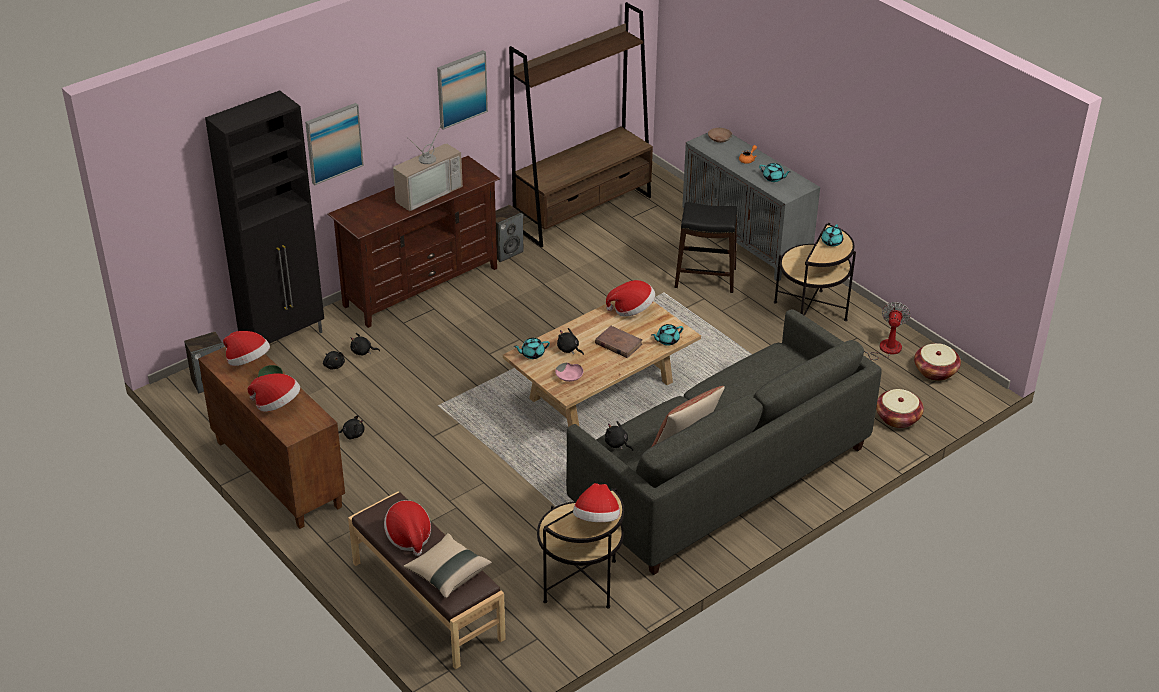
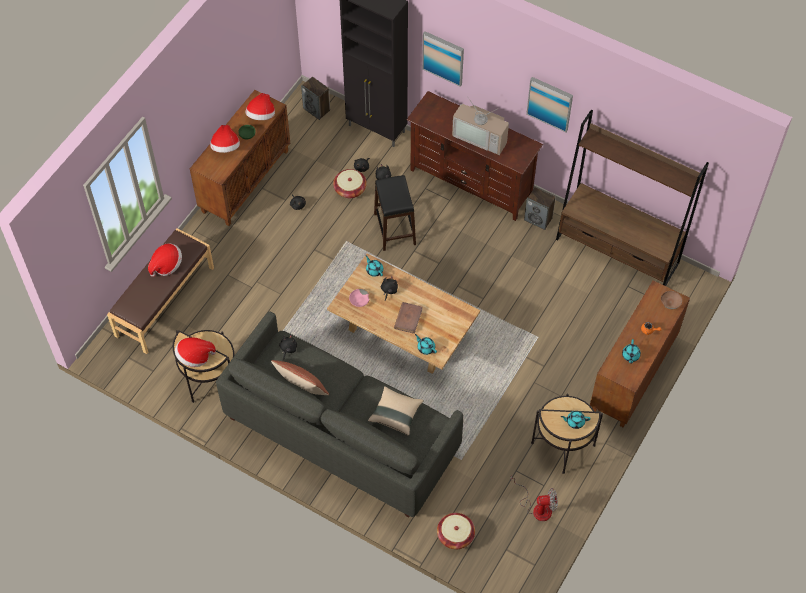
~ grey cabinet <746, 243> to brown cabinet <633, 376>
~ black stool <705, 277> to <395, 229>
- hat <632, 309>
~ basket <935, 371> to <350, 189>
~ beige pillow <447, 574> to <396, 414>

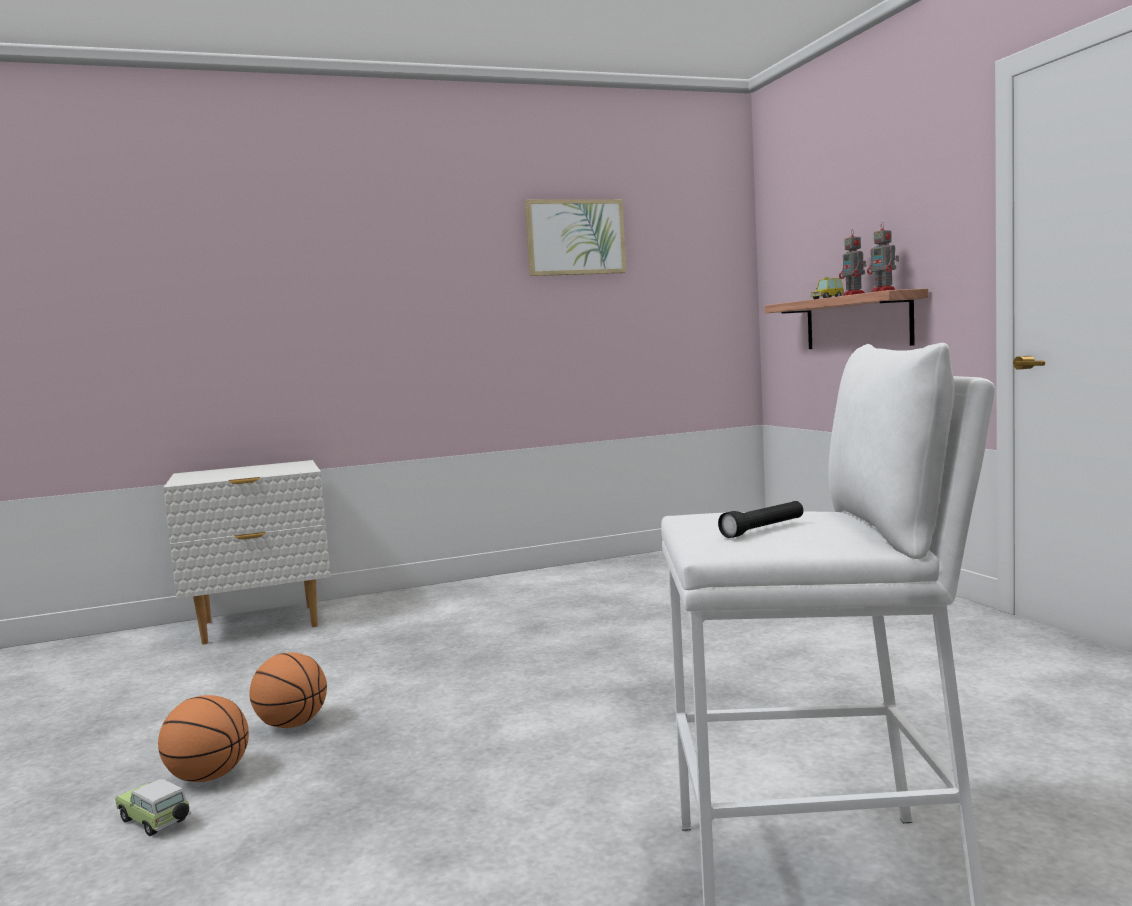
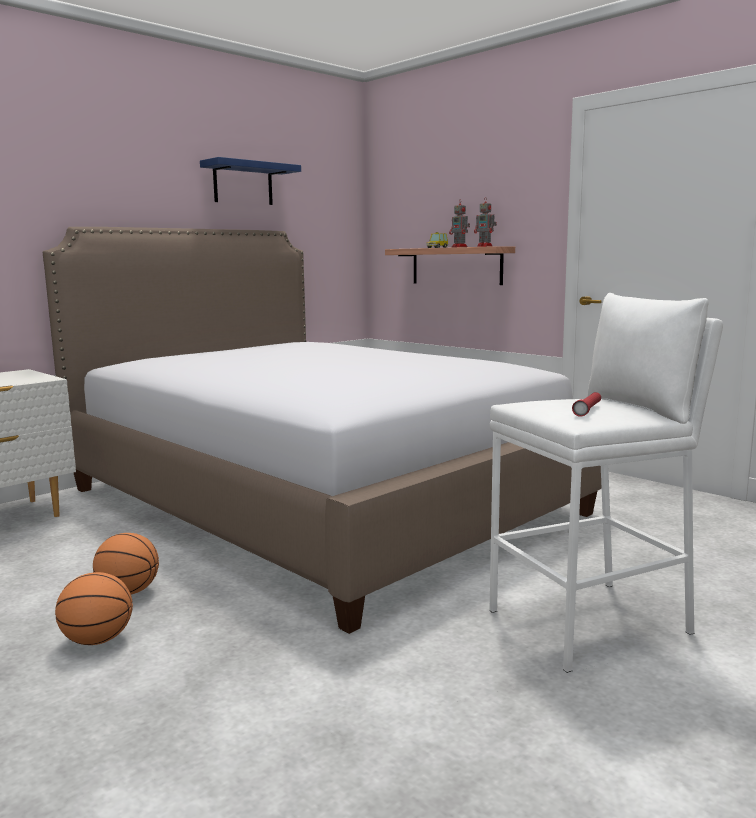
~ picture <575, 237> to blue shelf <243, 184>
~ black flashlight <763, 529> to red flashlight <587, 410>
- toy car <155, 822>
+ bed <316, 501>

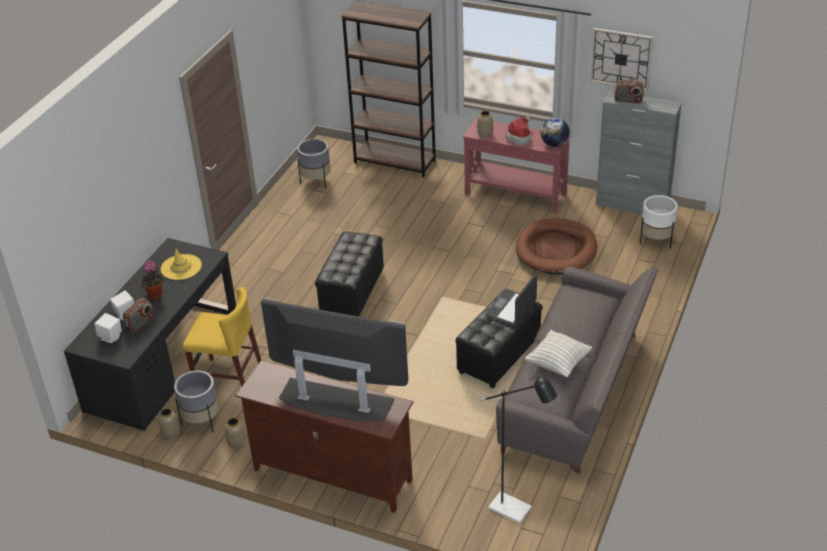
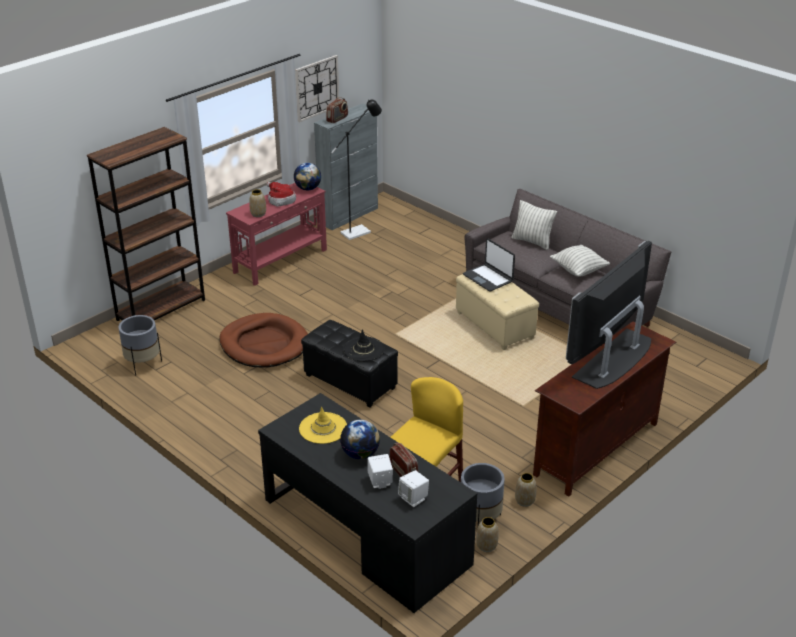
- white planter <656, 241>
~ brown dog bed <556, 250> to <264, 344>
~ potted plant <156, 295> to globe <360, 454>
~ black ottoman <499, 356> to beige ottoman <495, 325>
~ black floor lamp <516, 511> to <360, 231>
+ pillow <532, 241>
+ black hat <363, 349>

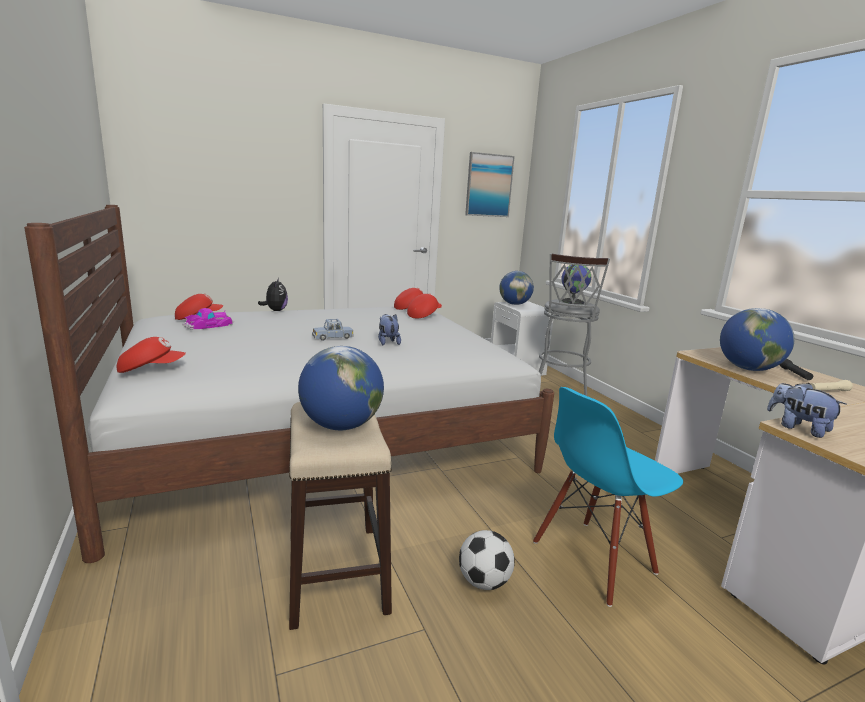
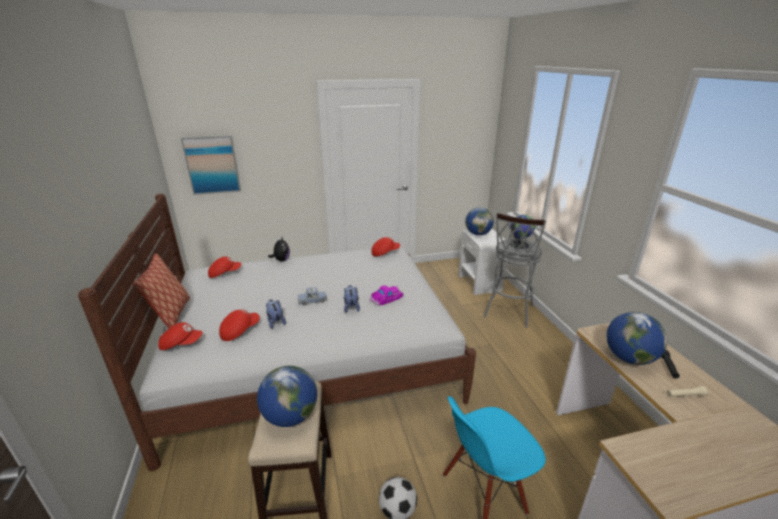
~ picture <488, 185> to <212, 165>
~ red cap <424, 315> to <239, 331>
~ toy car <208, 325> to <386, 298>
~ plush toy <798, 428> to <275, 322>
+ pillow <172, 315>

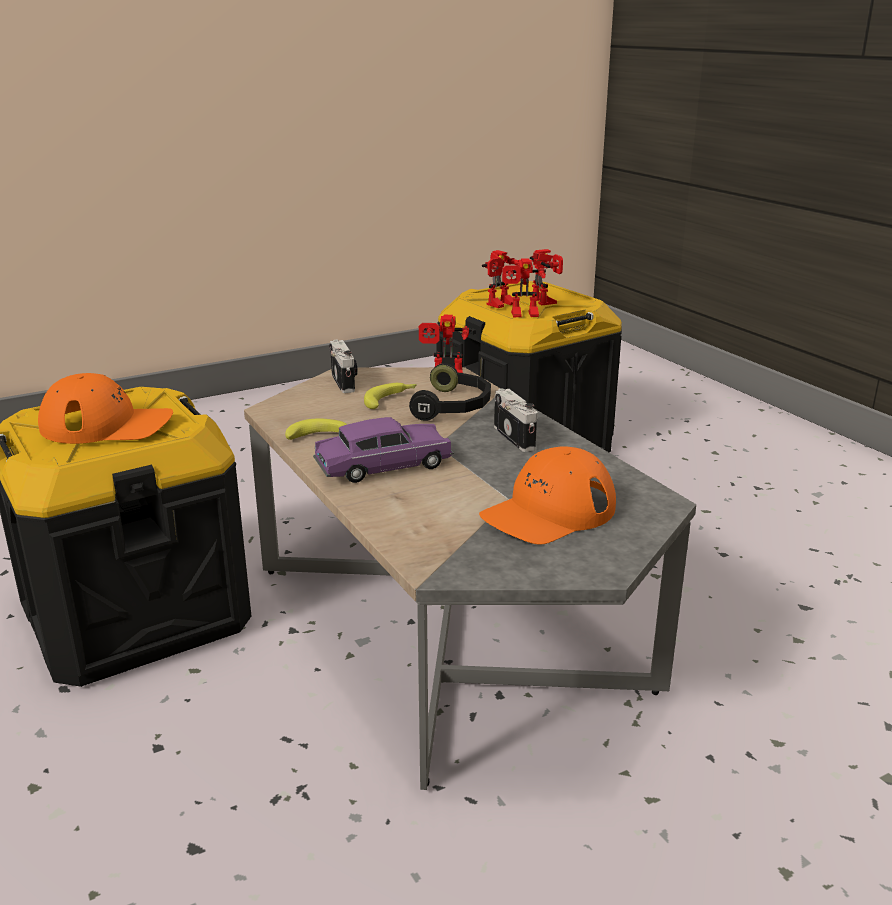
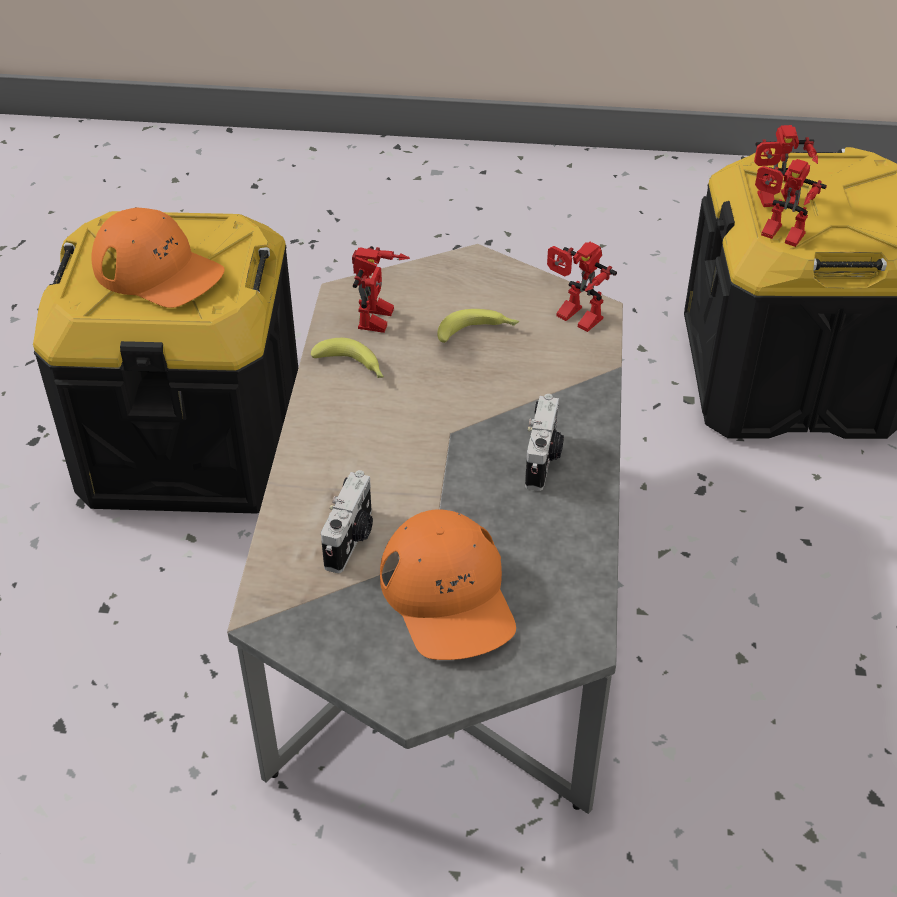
~ toy robot <547, 301> to <380, 321>
~ photo camera <345, 382> to <351, 539>
- black headphones <454, 406>
- purple toy car <384, 467>
~ orange cap <548, 512> = <448, 595> 105 degrees counterclockwise

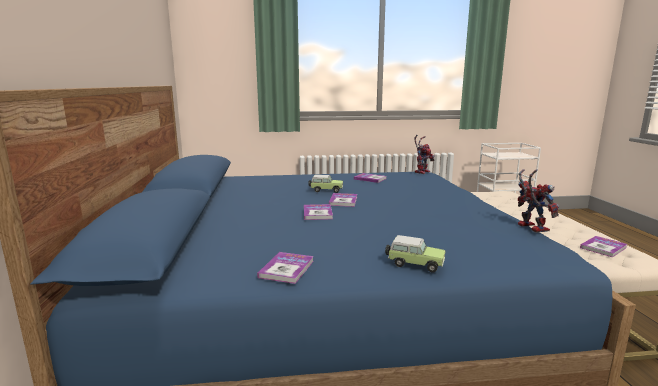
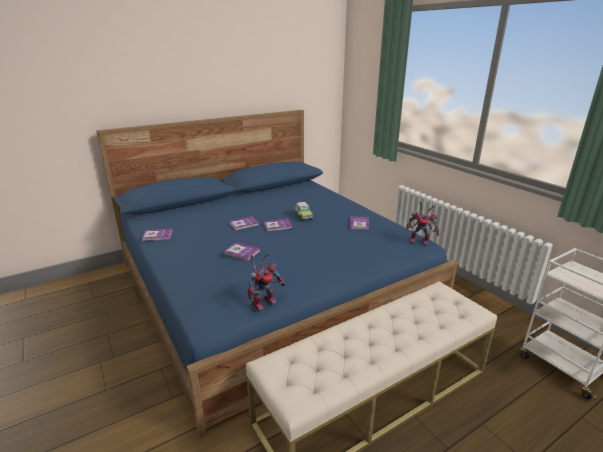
- toy car <414, 264>
~ book <603, 247> to <242, 252>

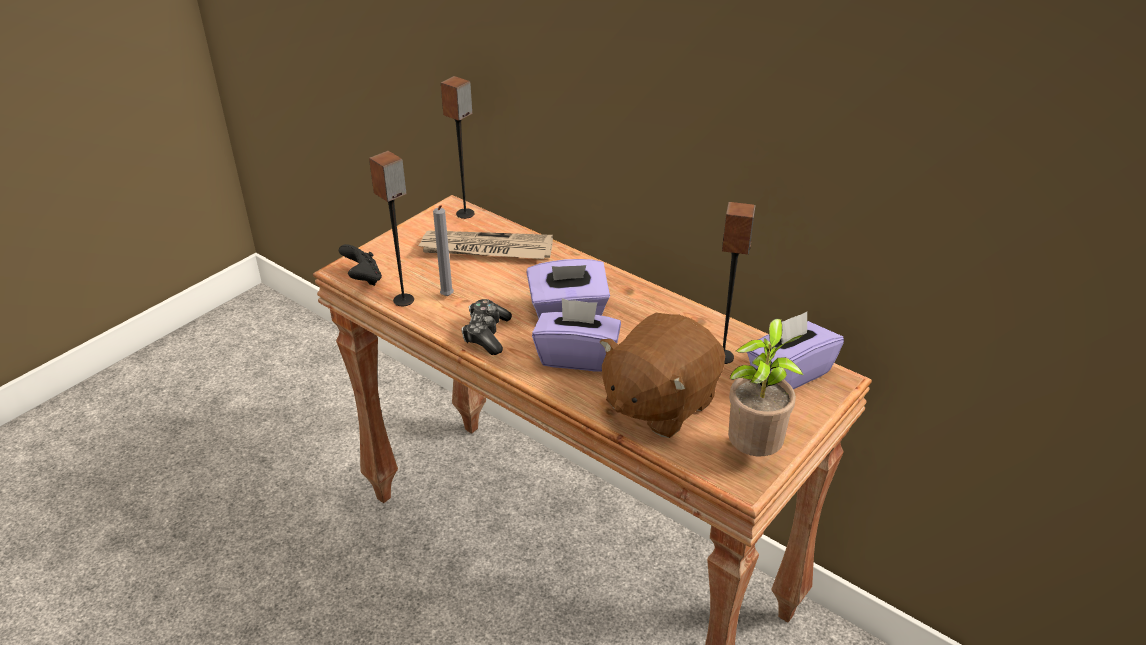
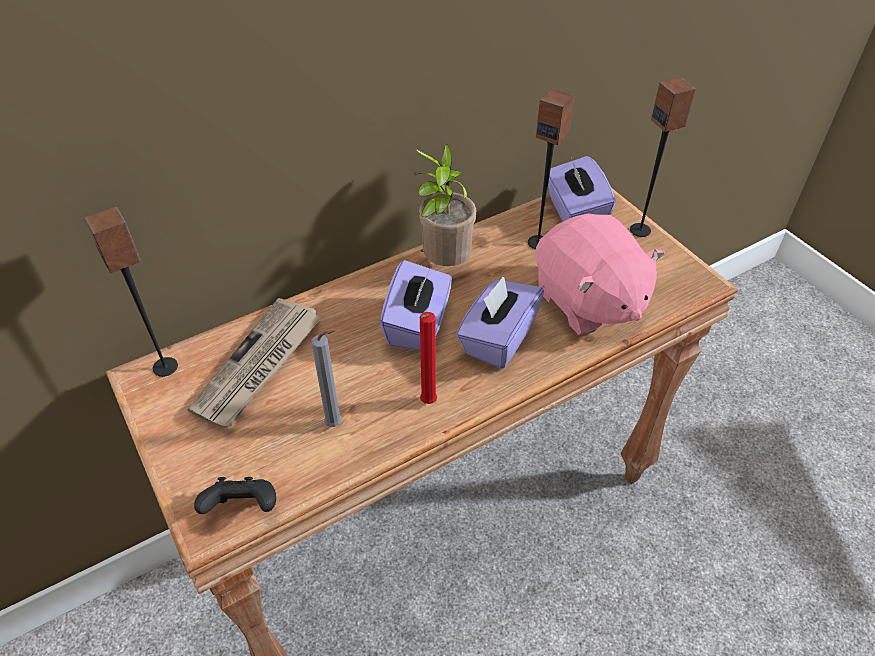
~ speaker <404, 300> to <640, 230>
~ game controller <486, 334> to red candle <427, 403>
~ brown plush toy <658, 403> to pink plush toy <588, 302>
~ potted plant <754, 451> to <444, 263>

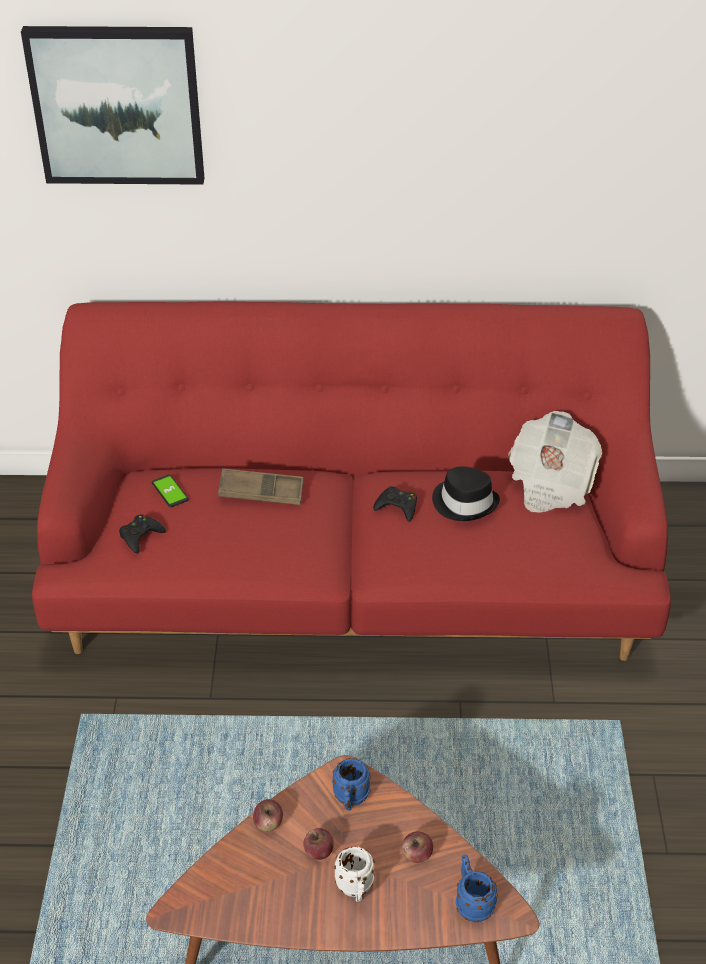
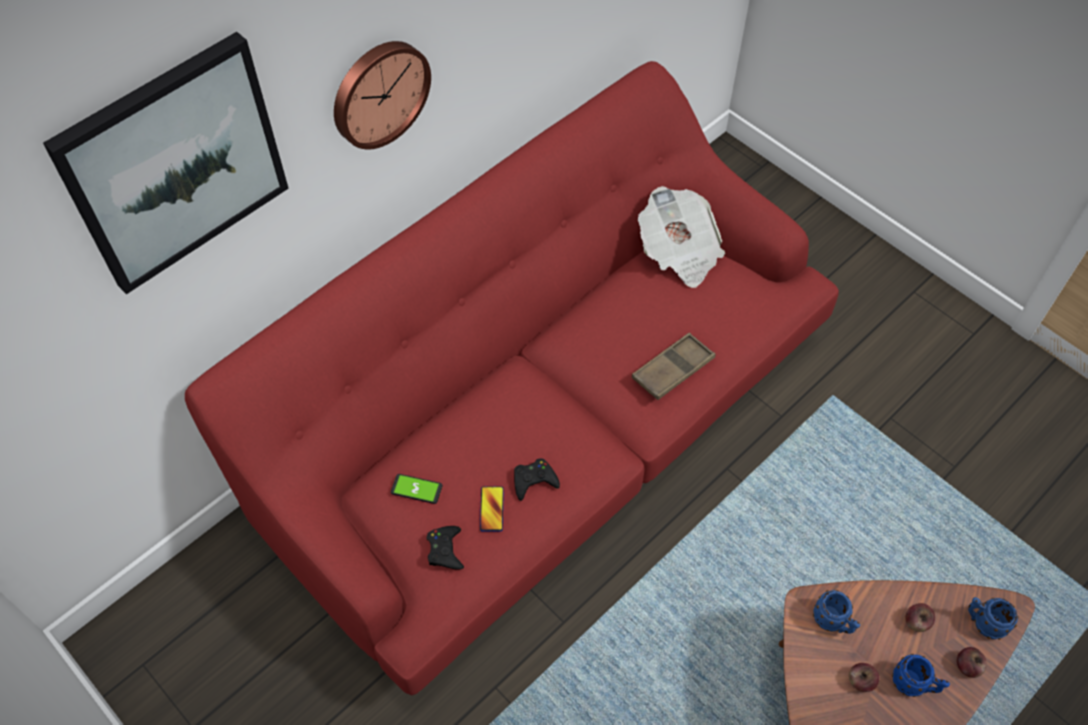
- black hat <465, 502>
~ brown tray <261, 492> to <673, 370>
~ black game controller <397, 507> to <534, 481>
~ apple <268, 823> to <967, 666>
~ white mug <356, 889> to blue mug <913, 685>
+ wall clock <378, 92>
+ phone <492, 509>

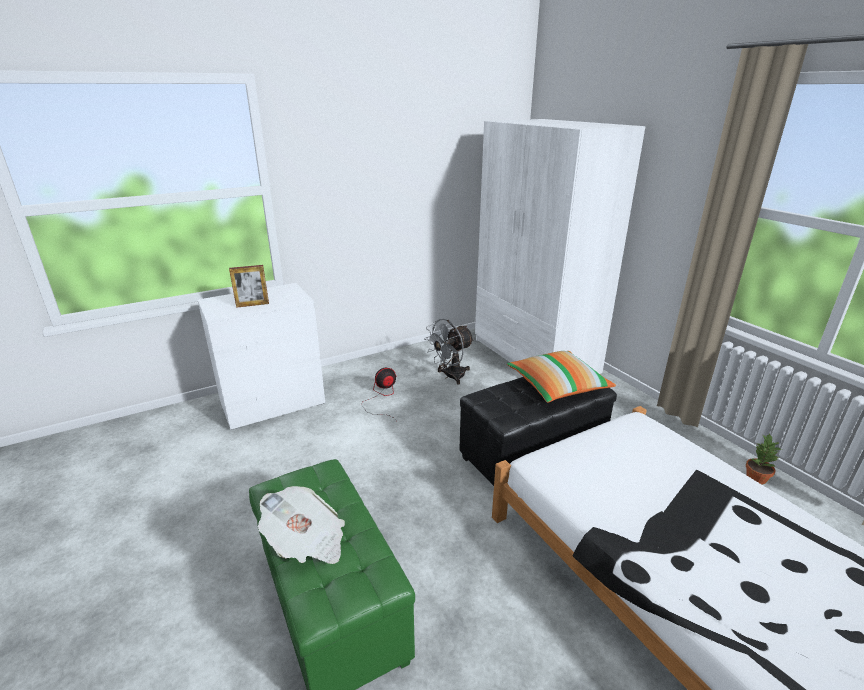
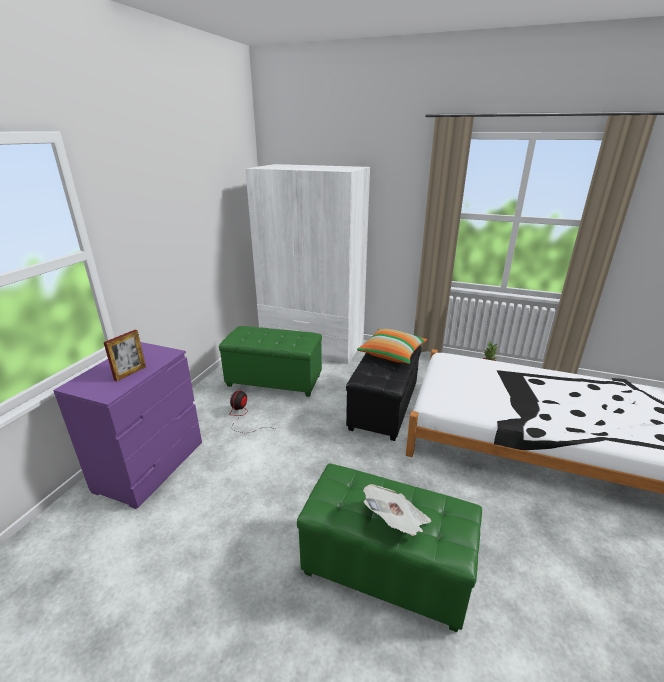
~ white dresser <273, 403> to purple dresser <150, 466>
~ grey fan <450, 376> to green ottoman <274, 381>

